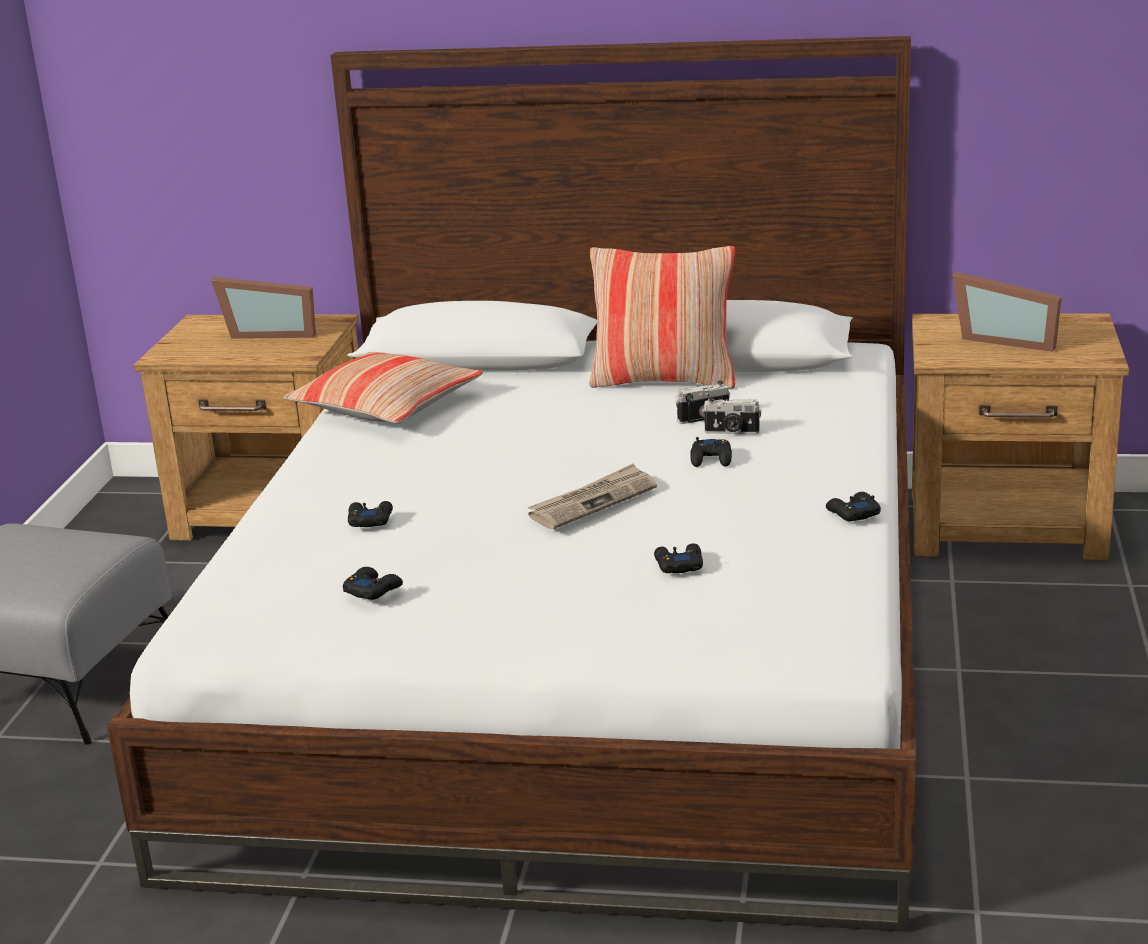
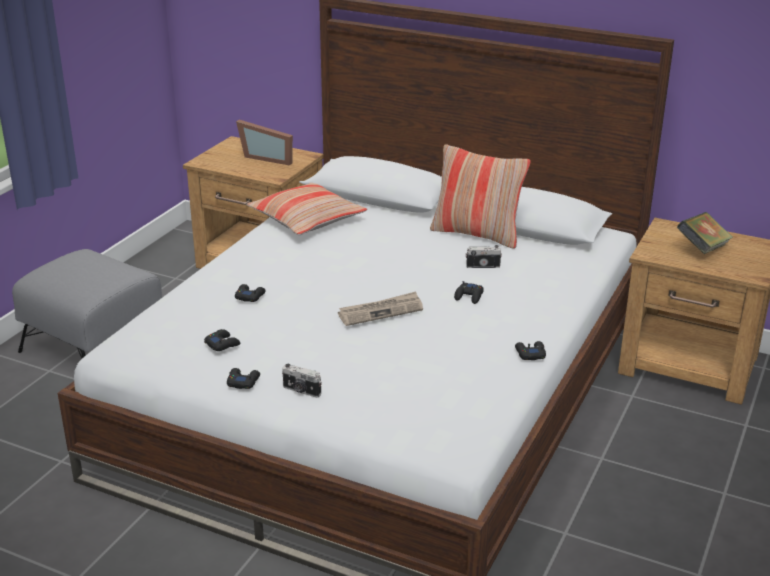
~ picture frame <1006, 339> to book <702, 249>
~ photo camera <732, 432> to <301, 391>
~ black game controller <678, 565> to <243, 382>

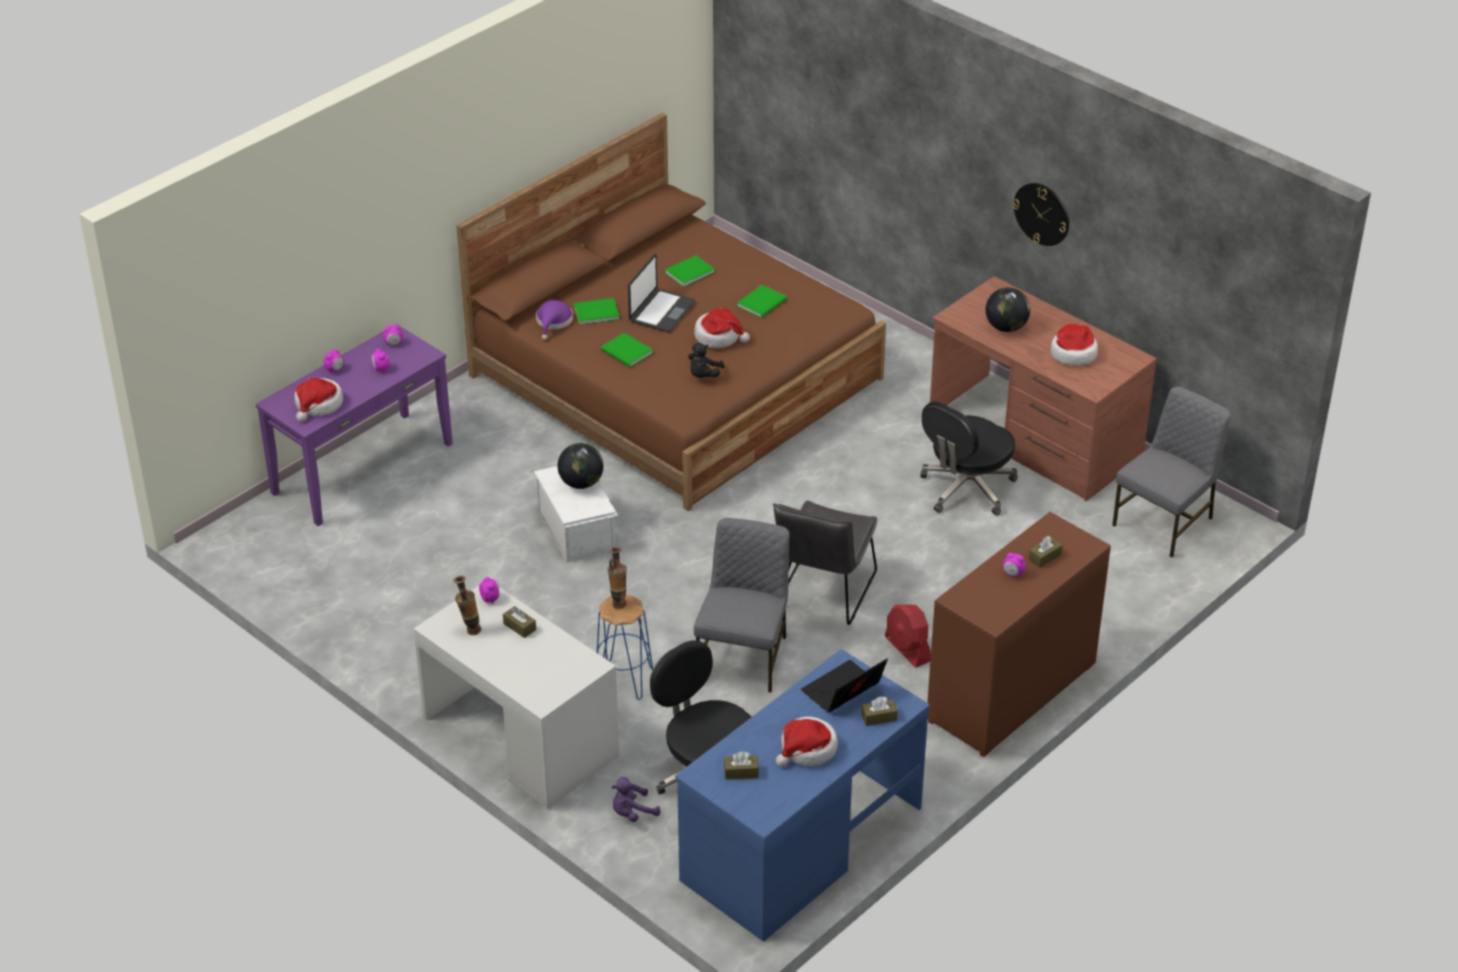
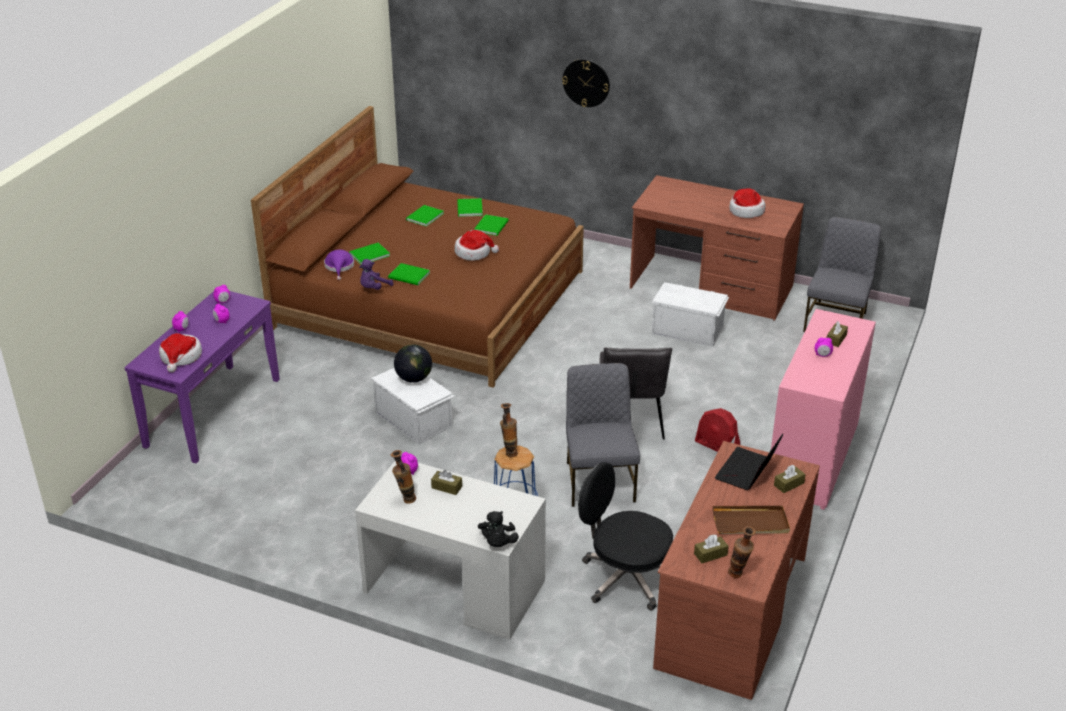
~ wall clock <1042, 213> to <586, 82>
- laptop <661, 311>
- globe <1006, 327>
~ black plush toy <703, 375> to <498, 543>
~ black office chair <966, 489> to white storage box <687, 329>
~ brown dresser <1011, 693> to pink dresser <812, 459>
~ blue desk <800, 843> to brown desk <731, 612>
~ hat <807, 749> to brown tray <751, 523>
~ purple plush toy <632, 813> to <374, 288>
+ green book <469, 209>
+ vase <738, 576>

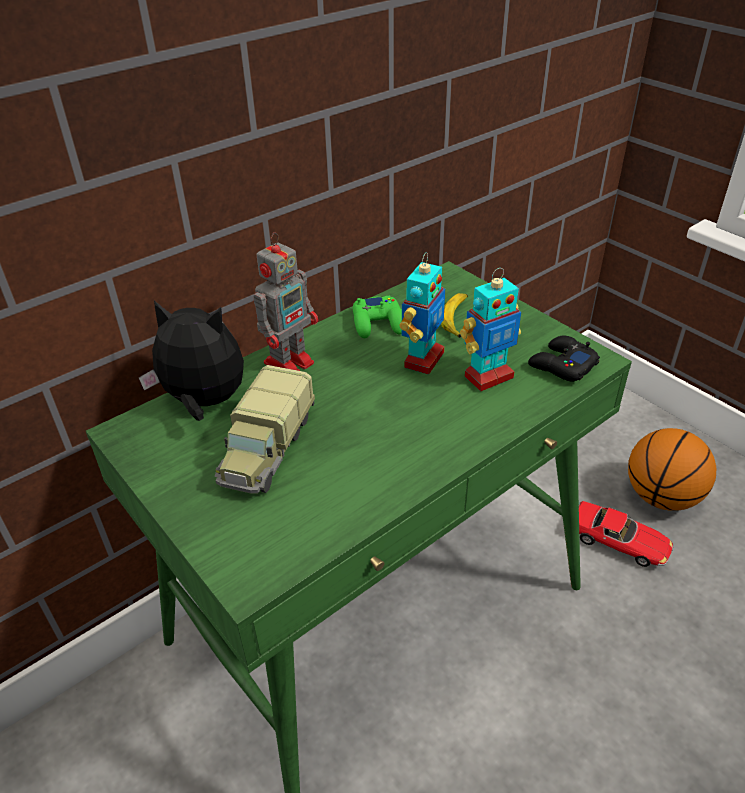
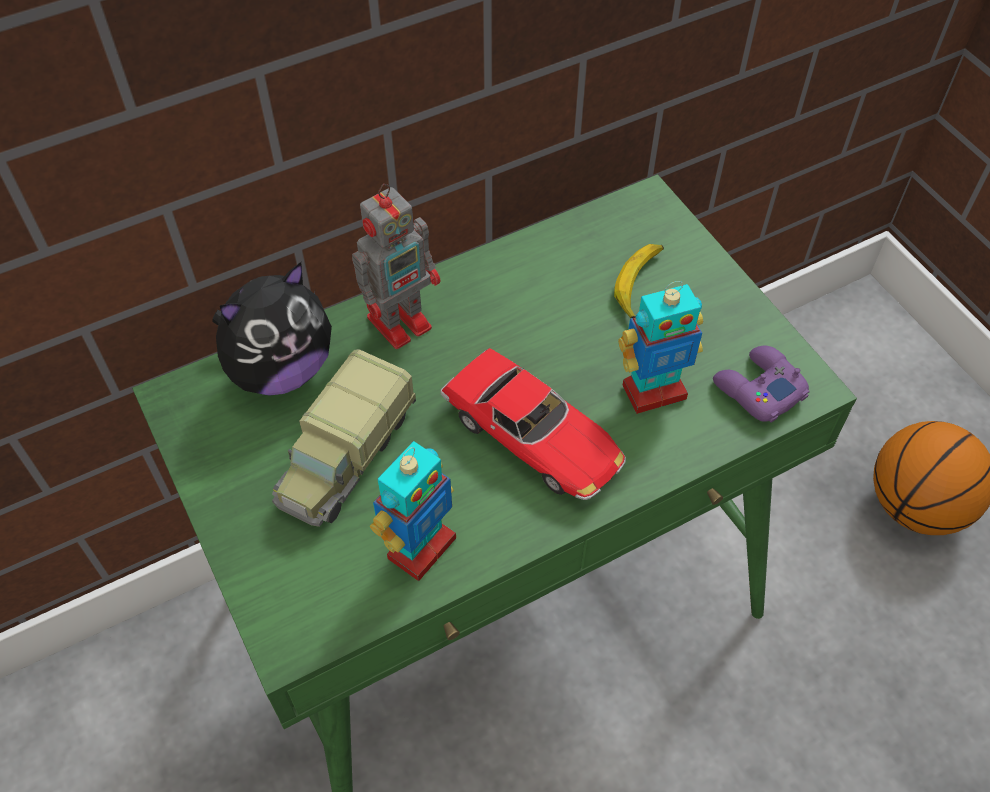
~ toy robot <423, 360> to <420, 547>
- green game controller <378, 323>
~ plush toy <203, 403> = <280, 369> 120 degrees clockwise
~ black game controller <561, 365> to purple game controller <758, 389>
~ toy car <618, 542> to <533, 437>

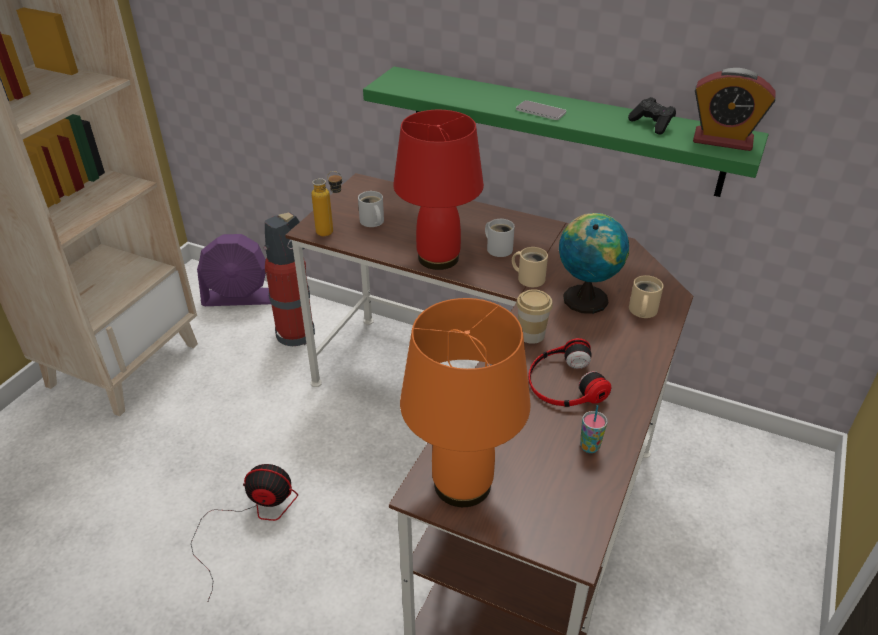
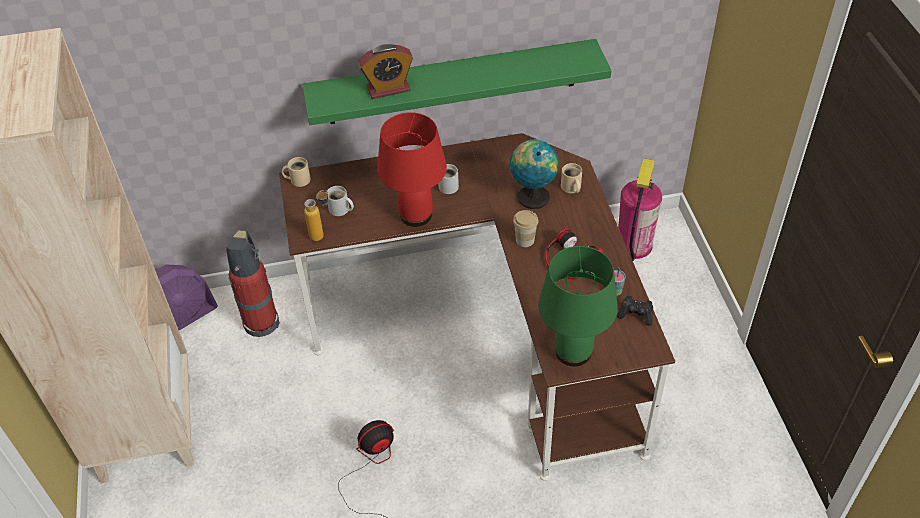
~ alarm clock <722, 140> to <388, 88>
~ black game controller <652, 125> to <636, 315>
- phone <540, 111>
~ beige mug <529, 278> to <298, 179>
~ orange table lamp <463, 485> to green table lamp <574, 352>
+ fire extinguisher <633, 245>

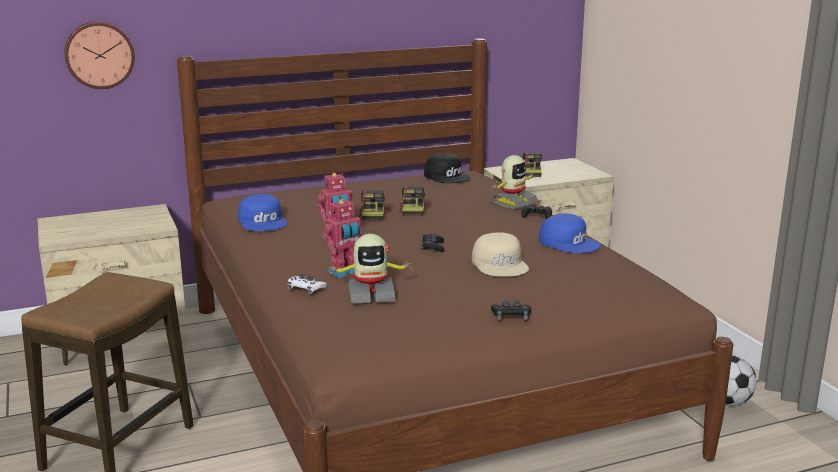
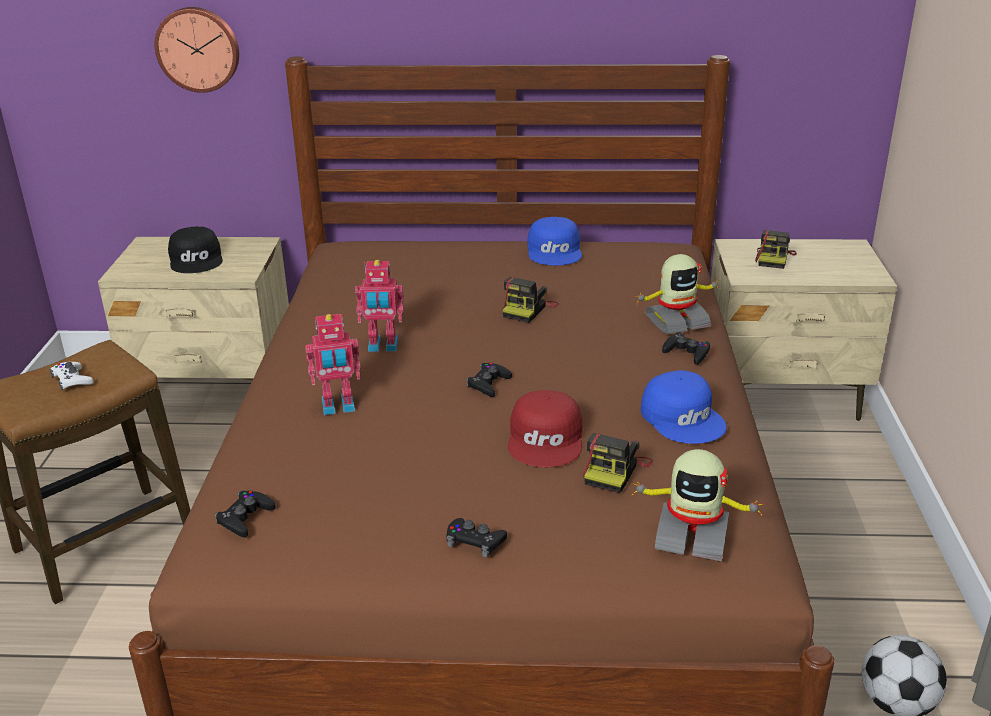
~ black cap <447, 176> to <197, 259>
~ photo camera <374, 214> to <615, 471>
~ blue cap <263, 222> to <555, 251>
~ beige cap <500, 264> to red cap <547, 439>
~ toy robot <371, 295> to <692, 534>
~ white game controller <306, 288> to <72, 380>
+ black game controller <245, 518>

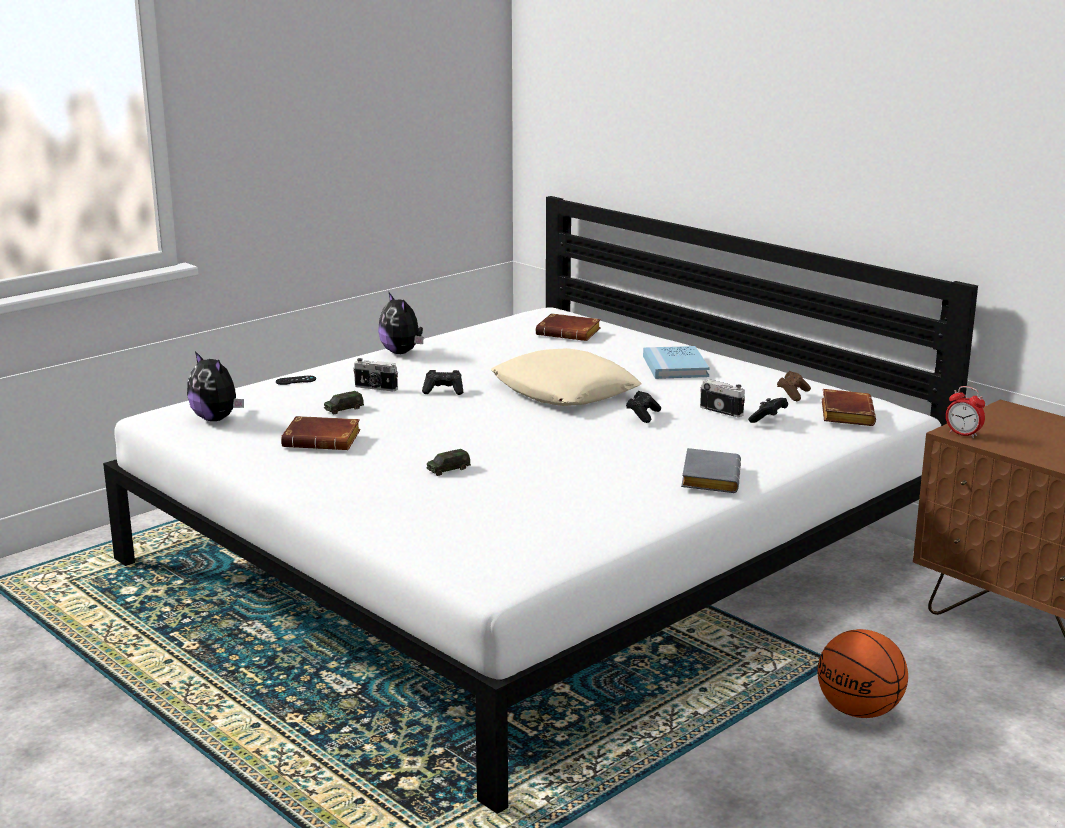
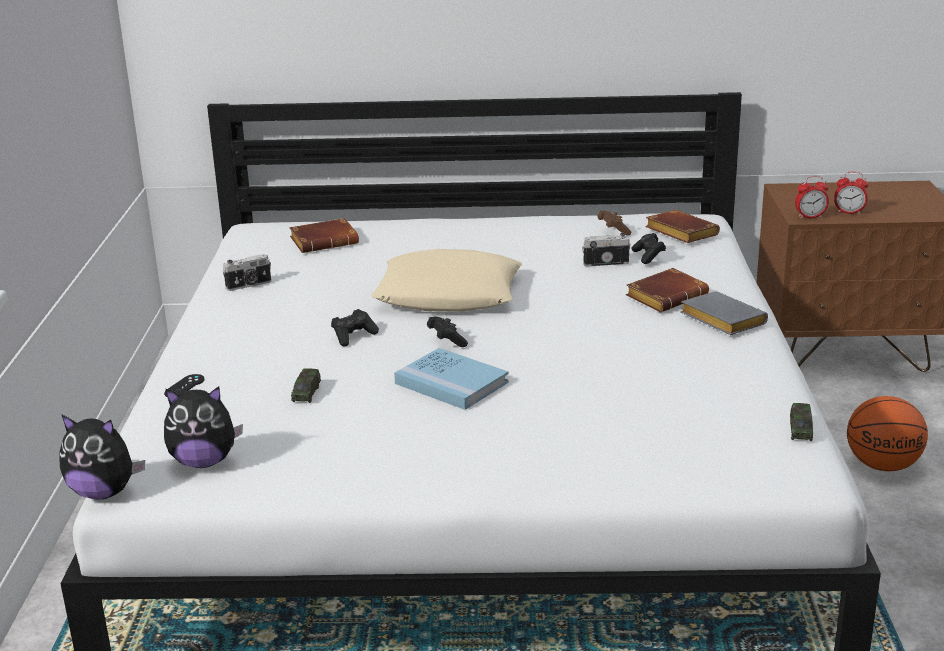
~ plush toy <402, 352> to <104, 492>
~ blue book <675, 366> to <451, 383>
~ photo camera <375, 388> to <249, 285>
~ black game controller <643, 415> to <446, 340>
~ brown book <324, 440> to <666, 296>
~ toy car <448, 469> to <800, 430>
+ alarm clock <849, 212>

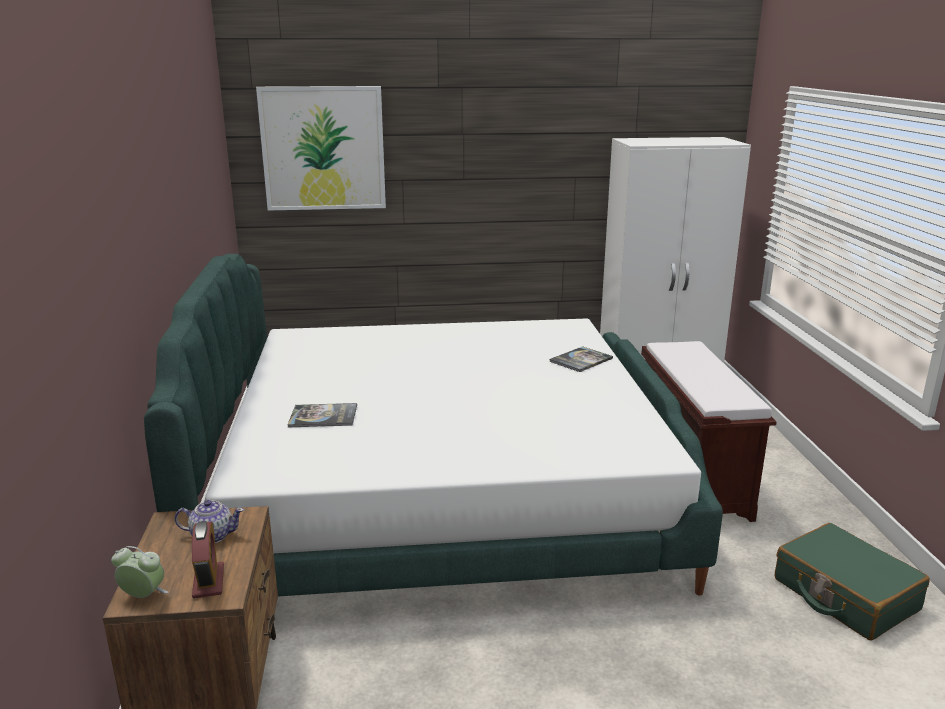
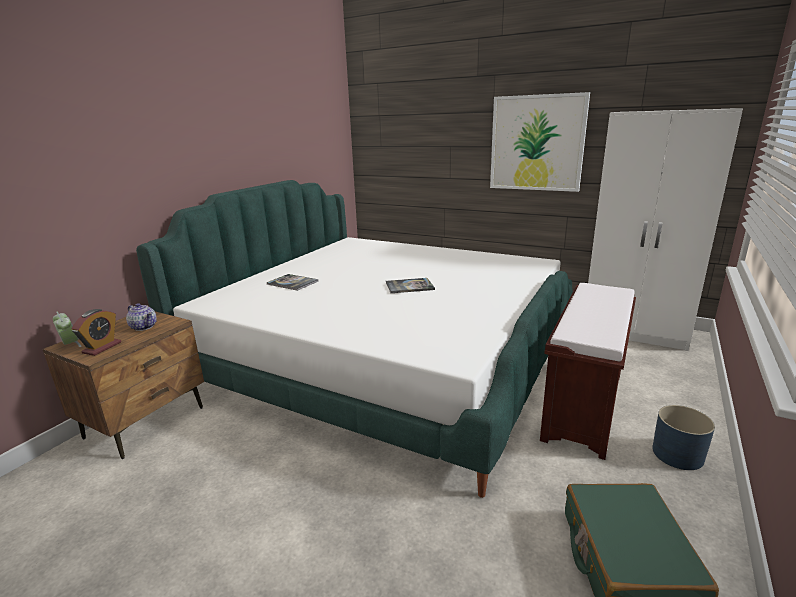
~ picture <323, 148> to <536, 143>
~ book <581, 360> to <409, 286>
+ blue planter <678, 455>

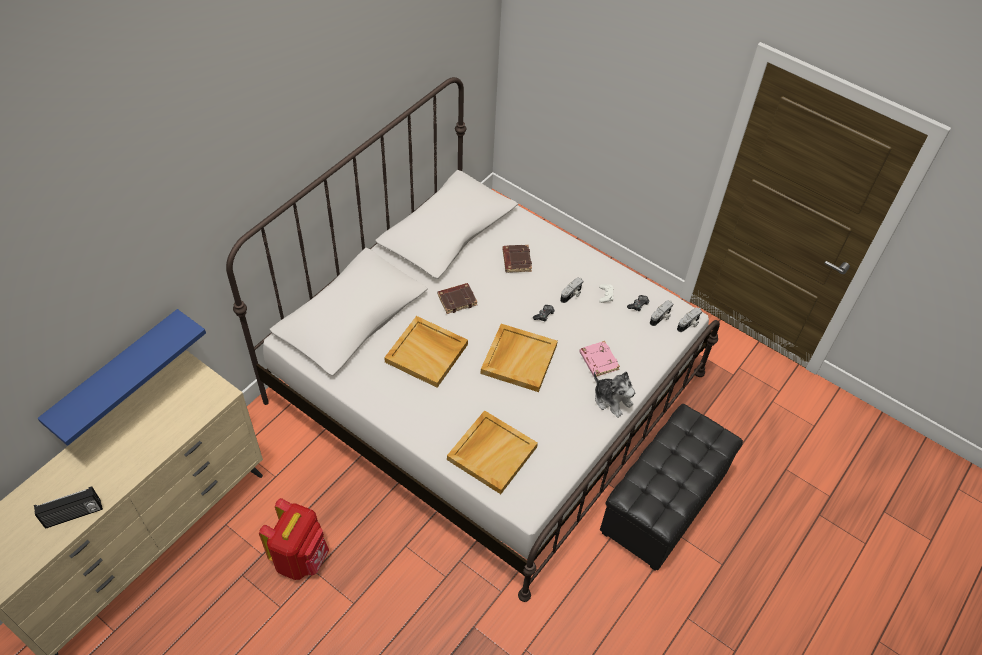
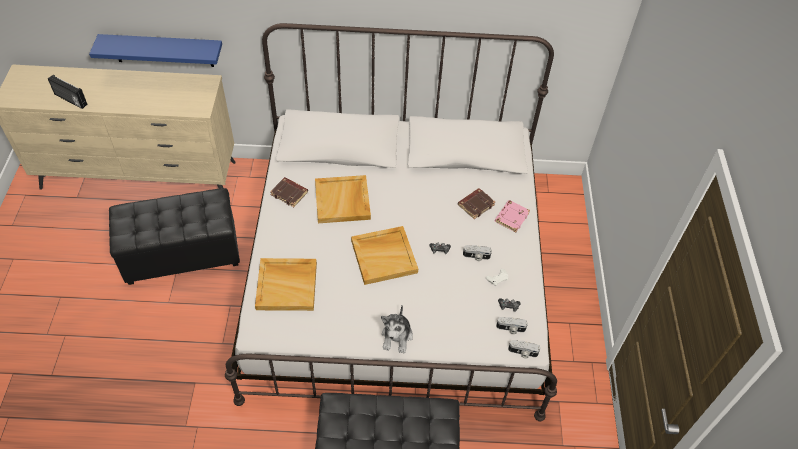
~ brown book <457, 299> to <290, 193>
~ pink book <598, 361> to <511, 217>
~ red backpack <301, 557> to black ottoman <182, 254>

